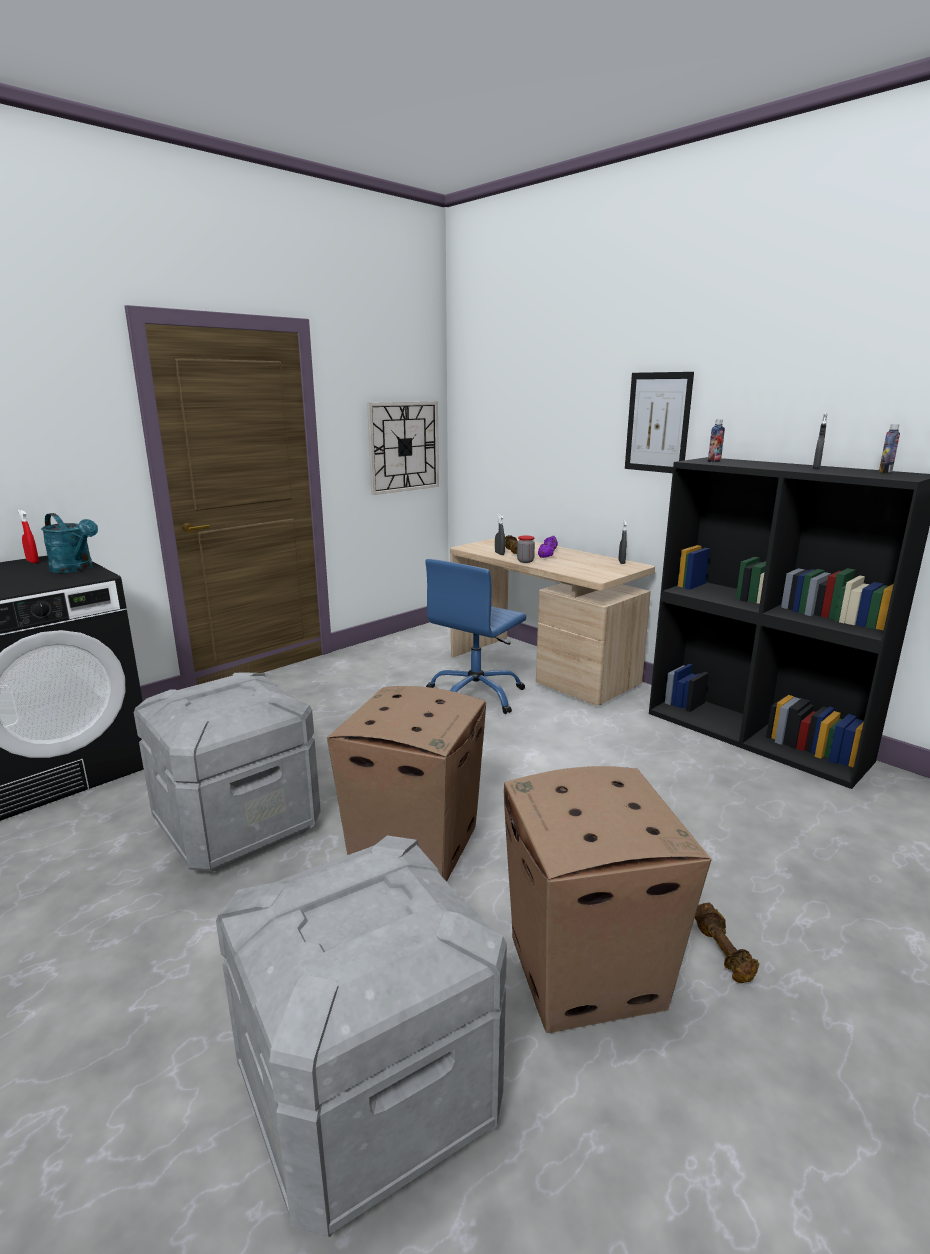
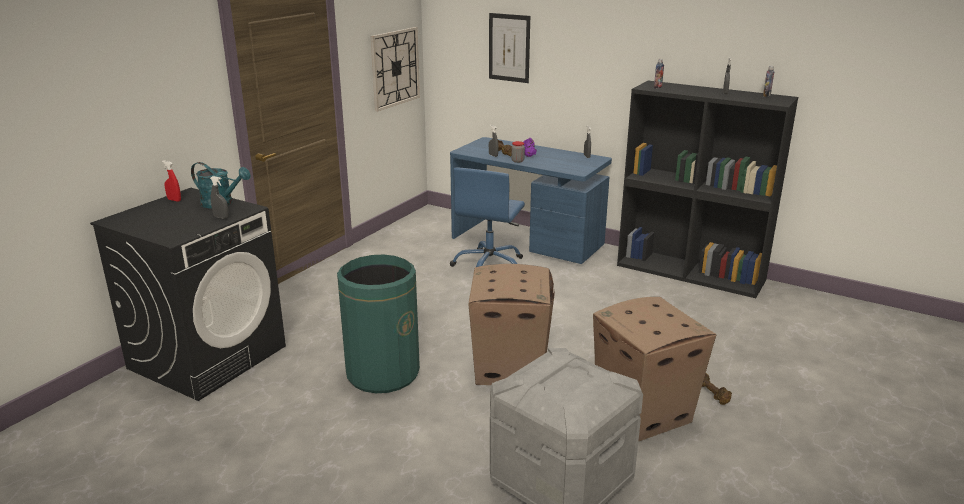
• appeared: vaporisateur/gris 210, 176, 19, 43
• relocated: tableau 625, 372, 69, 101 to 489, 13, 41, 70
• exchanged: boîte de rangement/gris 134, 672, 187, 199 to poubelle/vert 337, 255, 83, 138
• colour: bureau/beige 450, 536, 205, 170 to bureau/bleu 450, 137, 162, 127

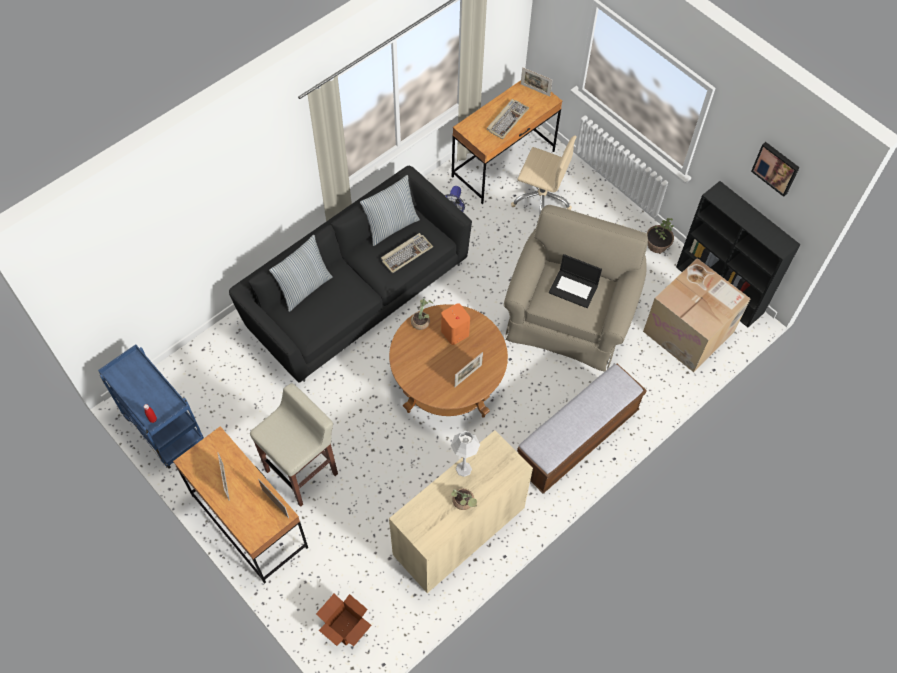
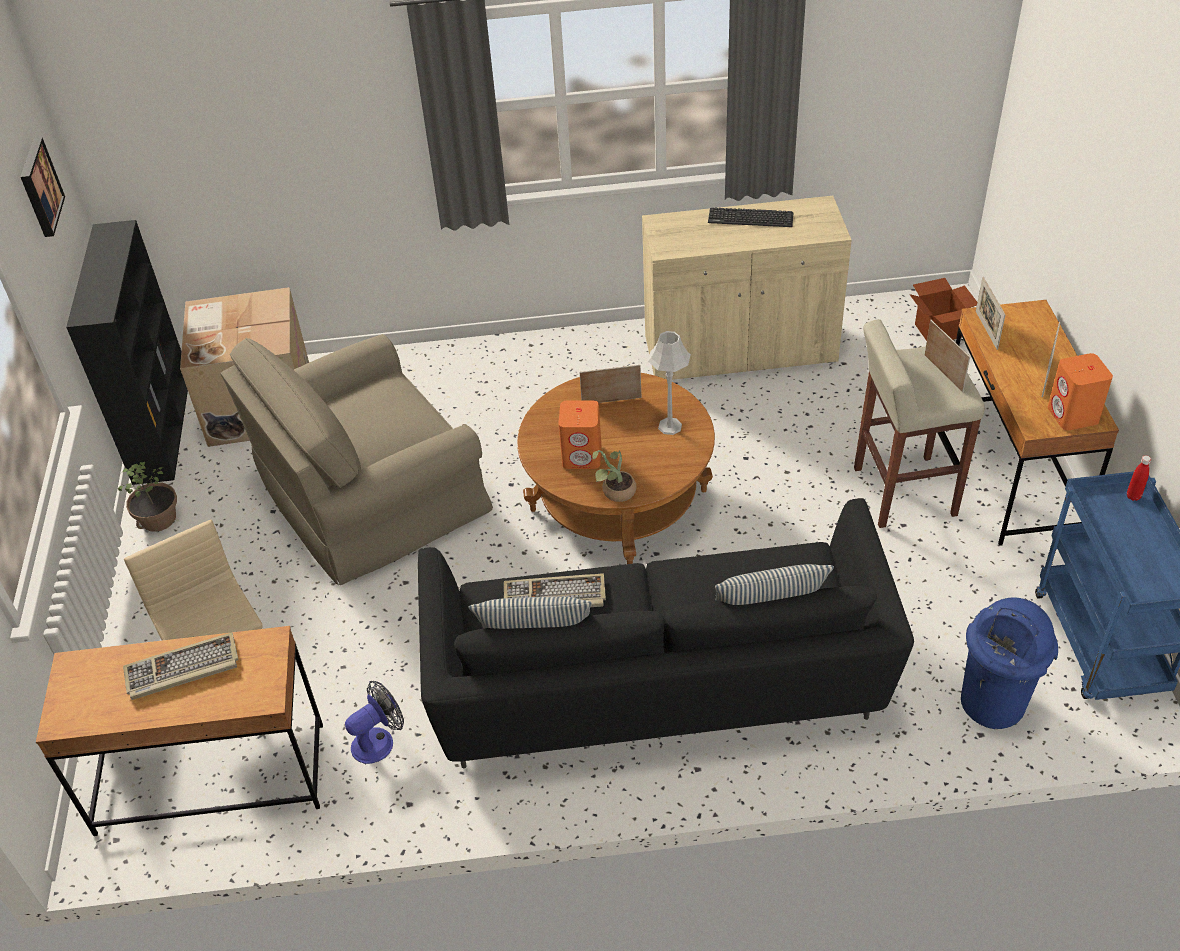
• missing: banc 517, 364, 130, 130
• missing: ordinateur portable 549, 254, 53, 54
• appeared: poubelle/bleu 961, 598, 97, 131
• appeared: enceinte/orange 1048, 353, 65, 78
• relocated: lampe de table/gris 451, 431, 29, 46 to 648, 331, 43, 104
• relocated: cadre photo 521, 67, 31, 29 to 925, 320, 45, 72
• exchanged: plante en pot 451, 488, 26, 22 to clavier 708, 208, 85, 19

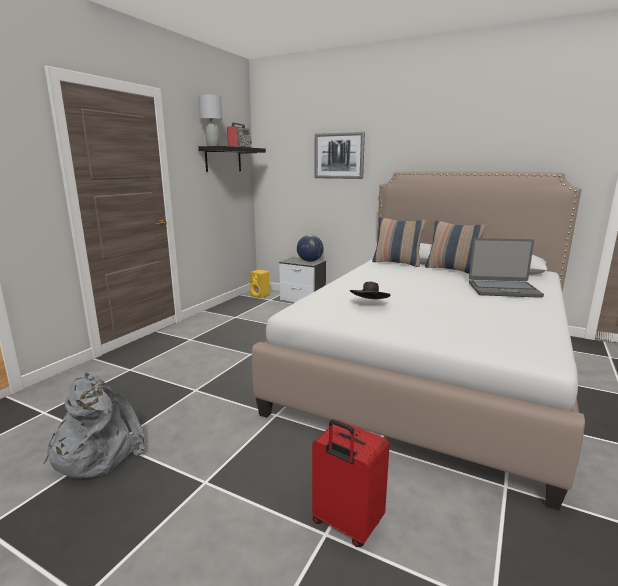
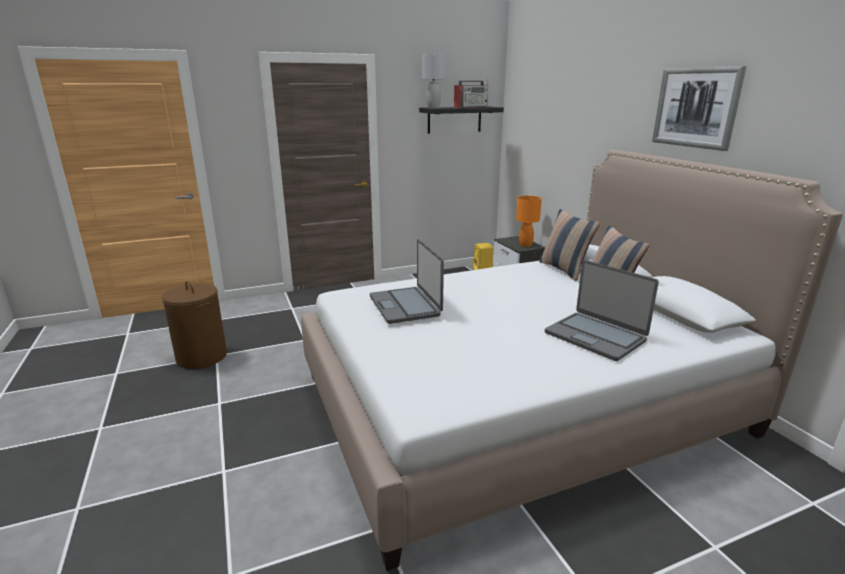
• missing: valise/rouge 312, 419, 78, 128
• relocated: tableau 314, 132, 51, 47 to 652, 66, 94, 85
• exchanged: sac à dos/gris 43, 371, 102, 108 to panier à linge/marron 162, 281, 65, 88
• exchanged: globe 297, 235, 27, 27 to lampe de table/orange 516, 196, 26, 51
• exchanged: chapeau/noir 350, 282, 40, 17 to ordinateur portable 370, 239, 74, 85

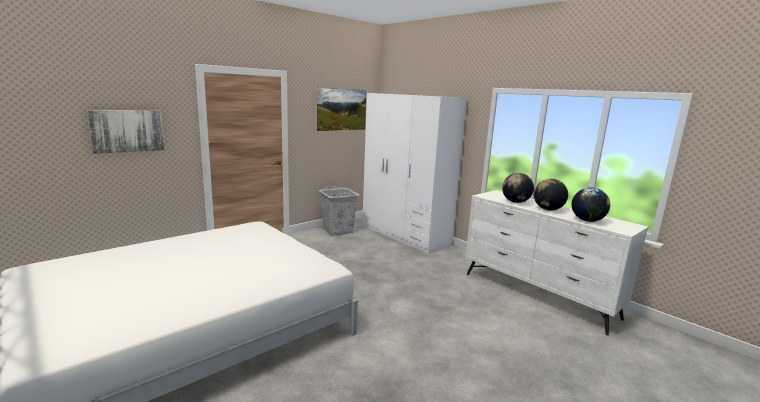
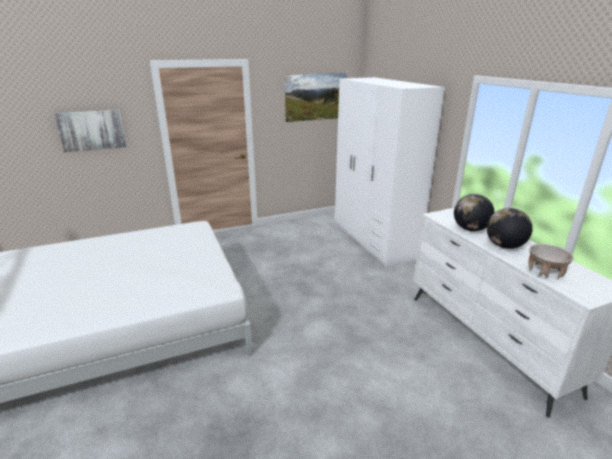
• missing: panier à linge/gris 319, 186, 40, 50
• exchanged: globe 572, 187, 38, 35 to bol/beige 528, 244, 46, 35

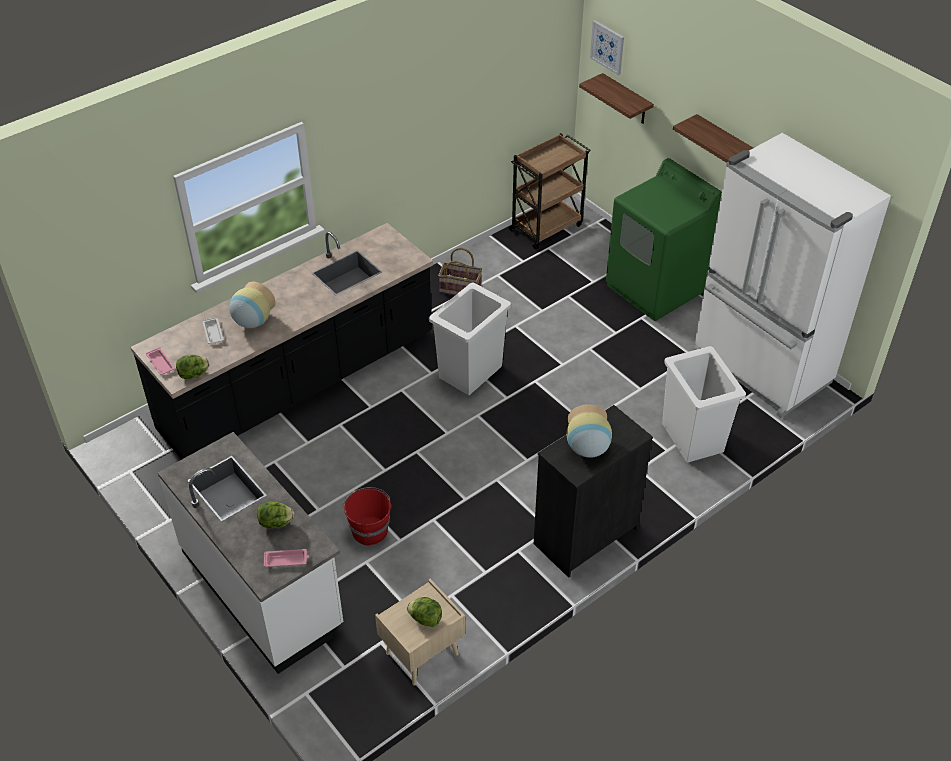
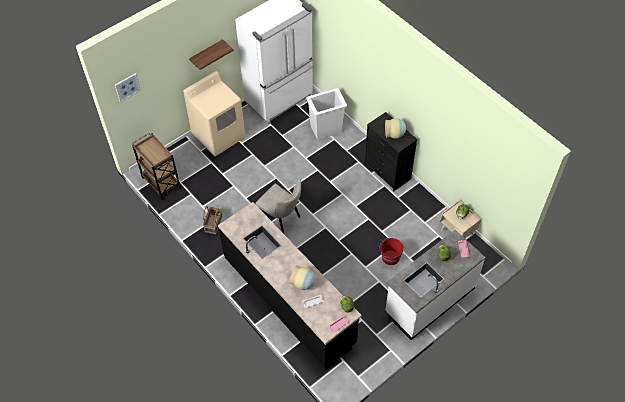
• missing: étagère 579, 73, 75, 51
• exchanged: poubelle/blanc 429, 283, 82, 112 to chaise/beige 255, 179, 46, 55
• colour: lave-linge/vert 606, 158, 116, 163 to lave-linge/beige 183, 71, 62, 85

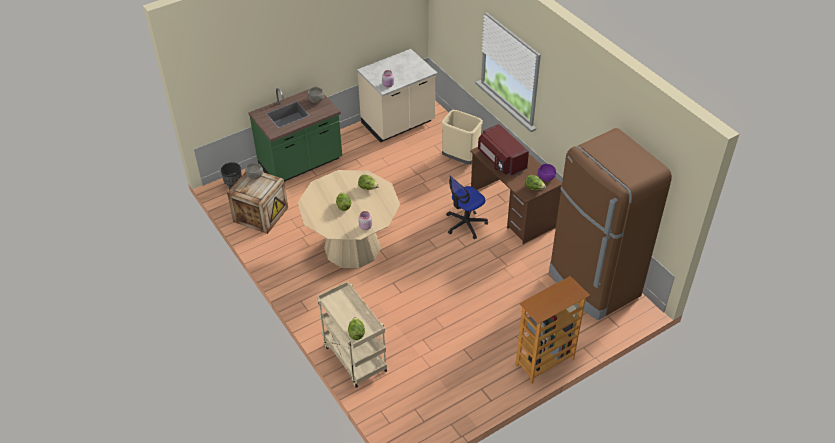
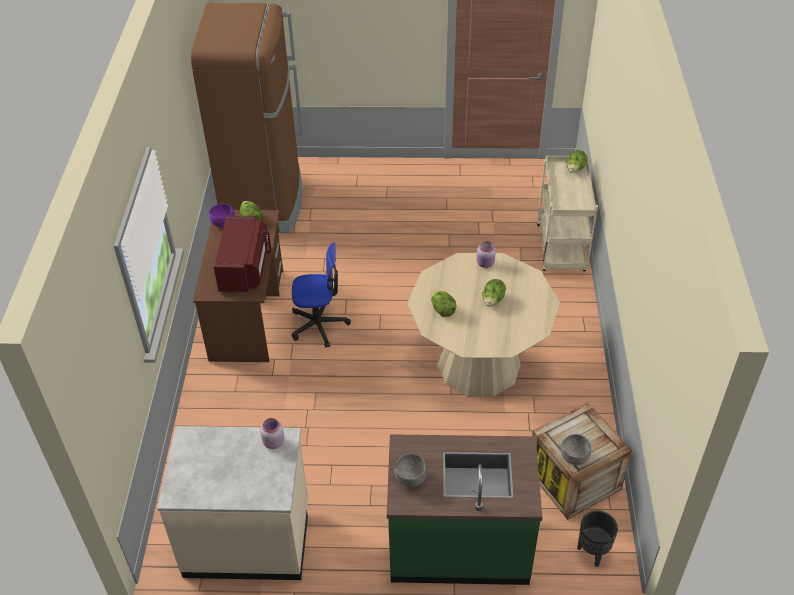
• missing: poubelle/beige 442, 110, 41, 54
• missing: bibliothèque 515, 276, 75, 108

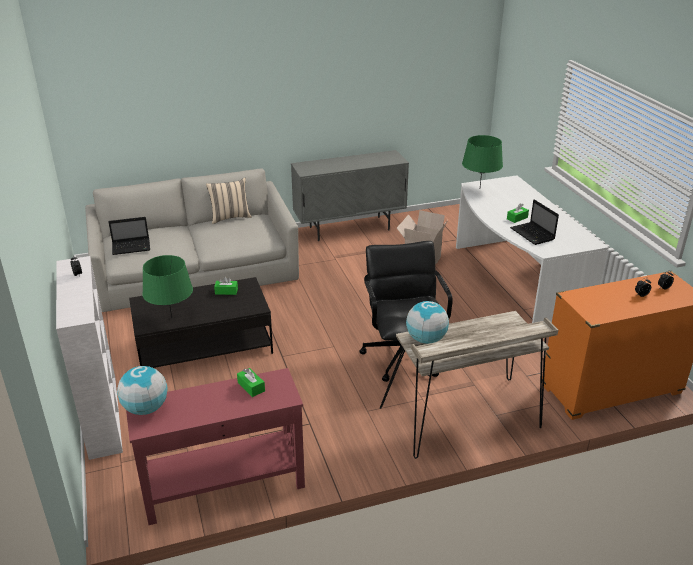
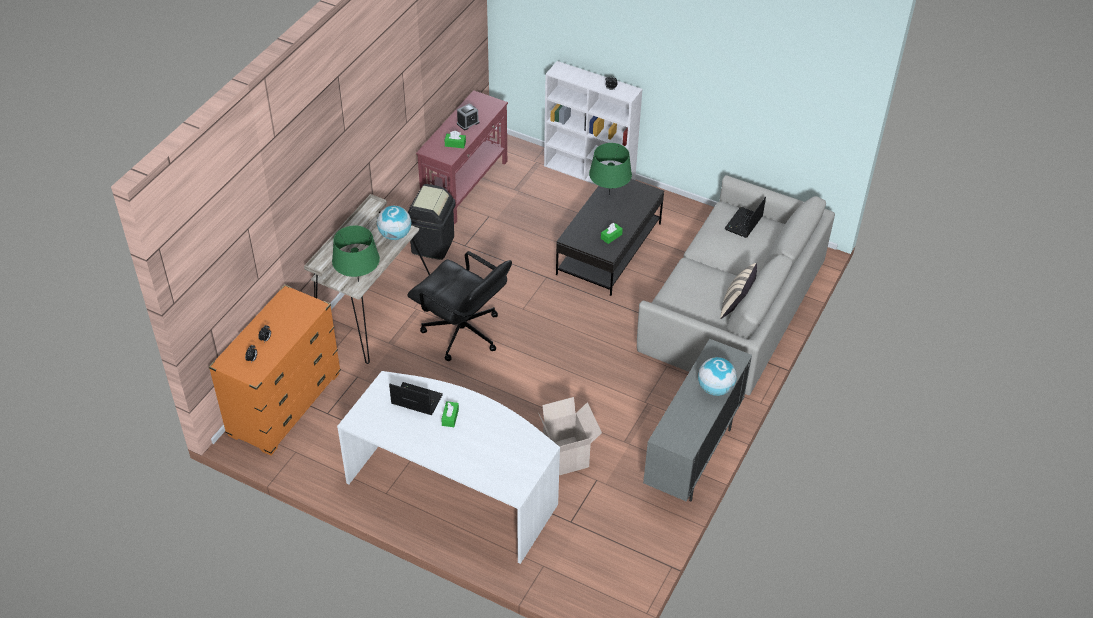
• appeared: poubelle/noir 408, 184, 47, 76
• appeared: réveil 457, 103, 22, 27
• relocated: globe 117, 366, 51, 49 to 698, 357, 39, 39
• relocated: lampe de table/vert 462, 135, 41, 52 to 332, 226, 48, 56

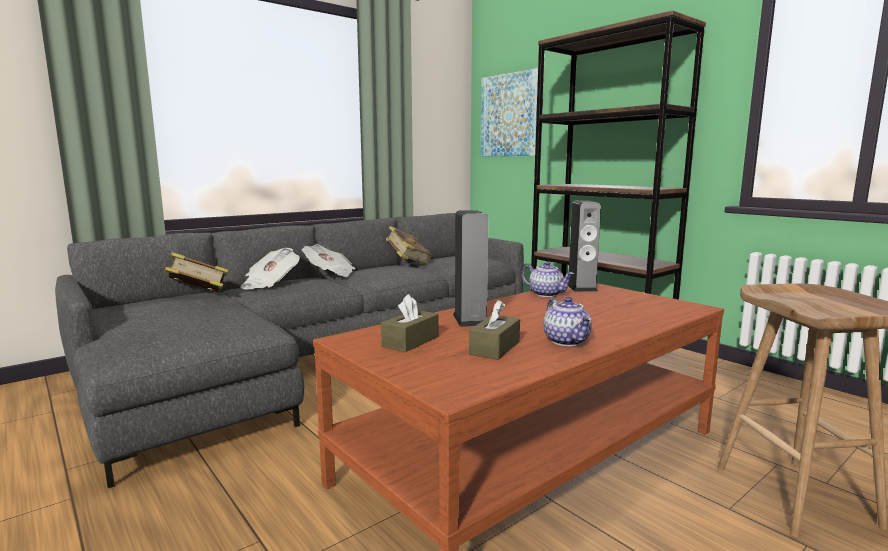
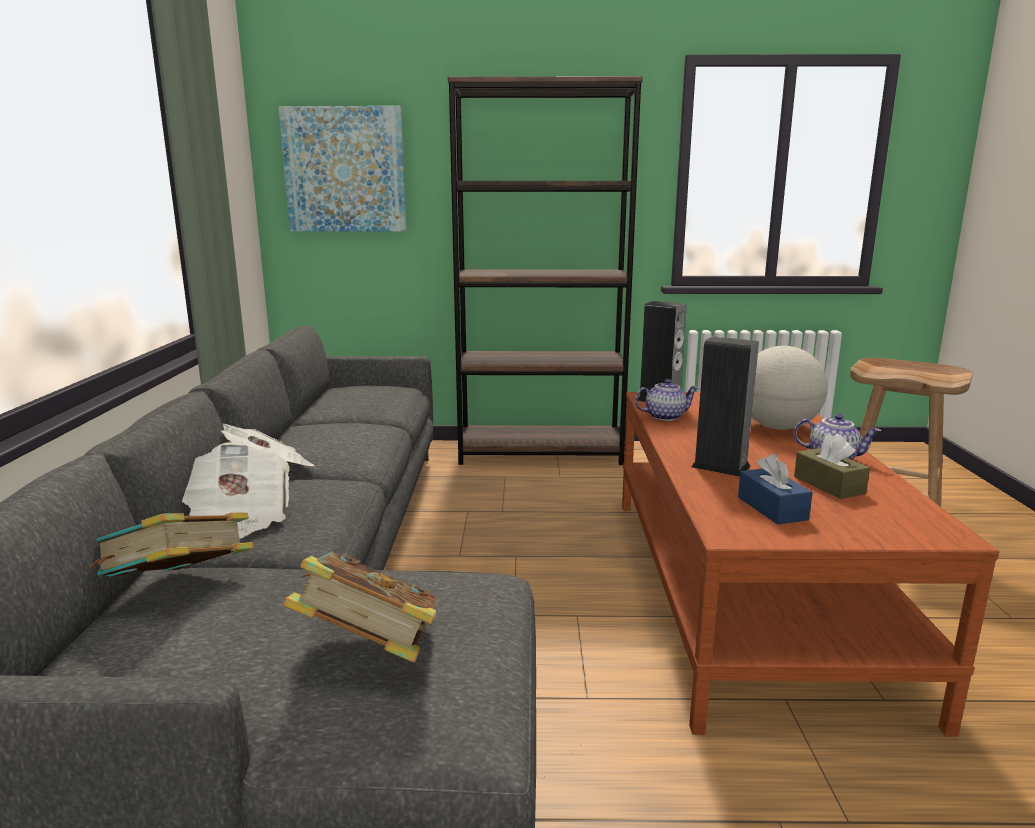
• appeared: globe 752, 346, 76, 84
• relocated: livre 386, 226, 45, 38 to 282, 552, 155, 111
• colour: boîte à mouchoirs/marron 381, 294, 58, 58 to boîte à mouchoirs/bleu 738, 454, 75, 71

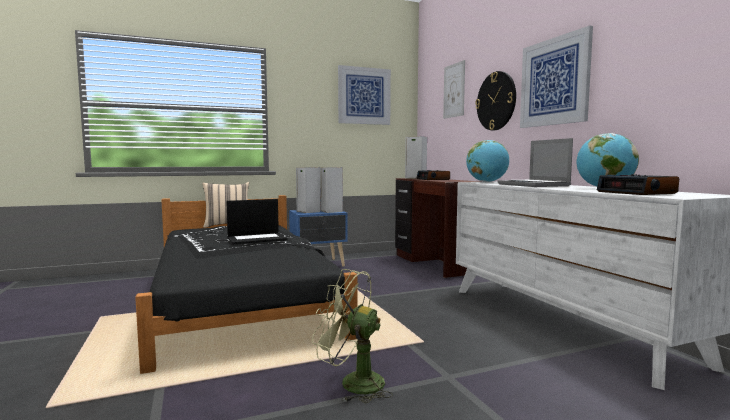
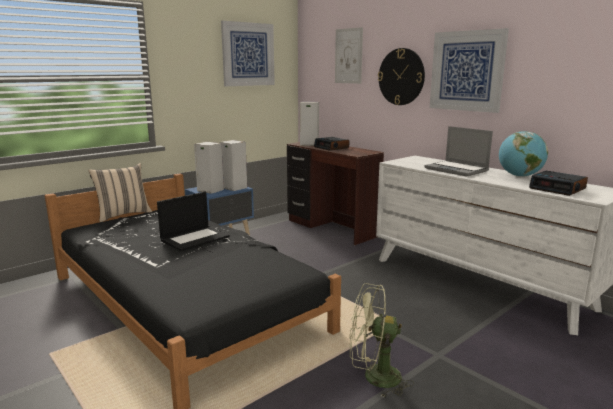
• missing: globe 466, 140, 43, 42

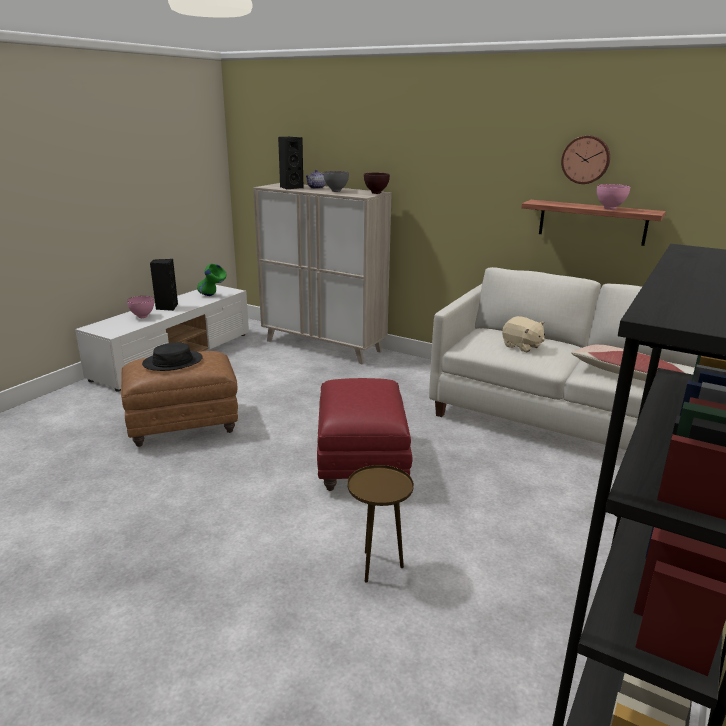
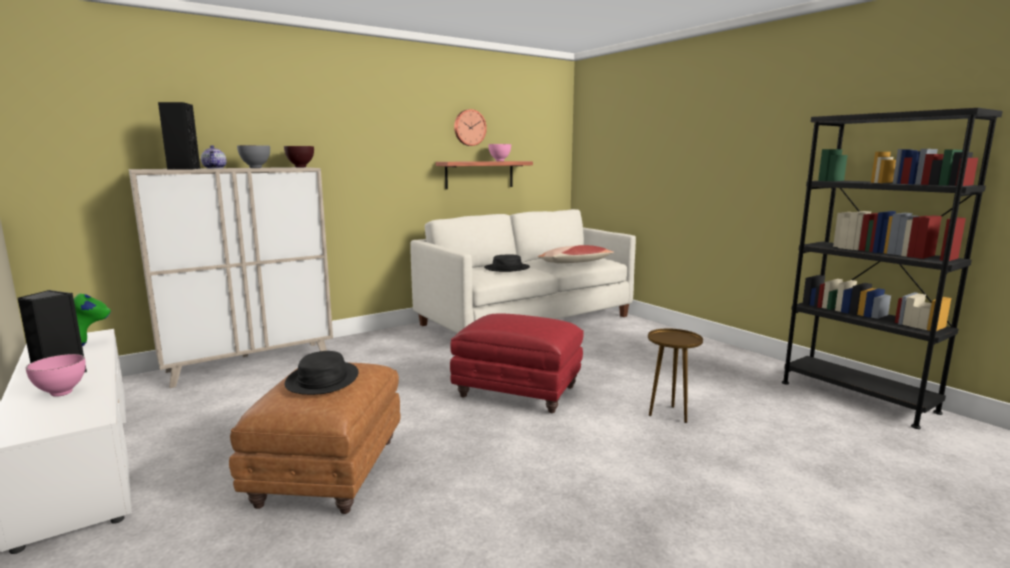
• exchanged: peluche/beige 502, 316, 43, 36 to chapeau/noir 484, 255, 46, 17

